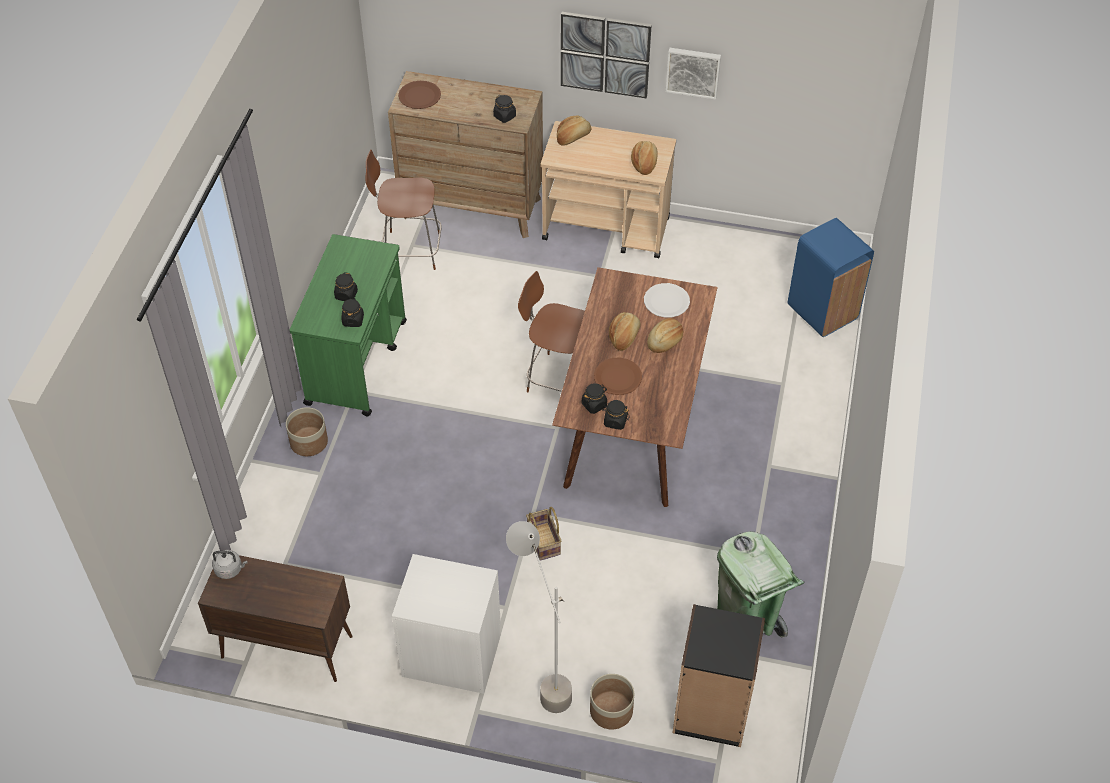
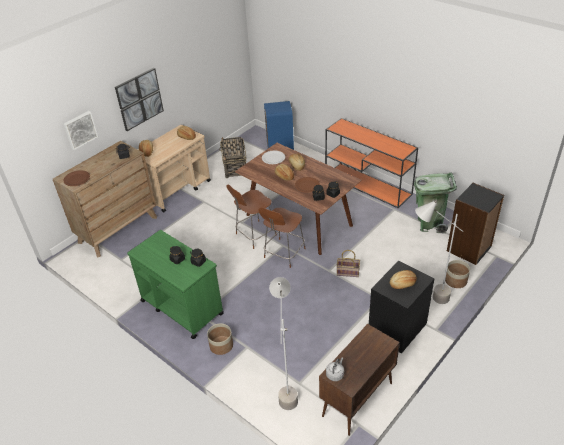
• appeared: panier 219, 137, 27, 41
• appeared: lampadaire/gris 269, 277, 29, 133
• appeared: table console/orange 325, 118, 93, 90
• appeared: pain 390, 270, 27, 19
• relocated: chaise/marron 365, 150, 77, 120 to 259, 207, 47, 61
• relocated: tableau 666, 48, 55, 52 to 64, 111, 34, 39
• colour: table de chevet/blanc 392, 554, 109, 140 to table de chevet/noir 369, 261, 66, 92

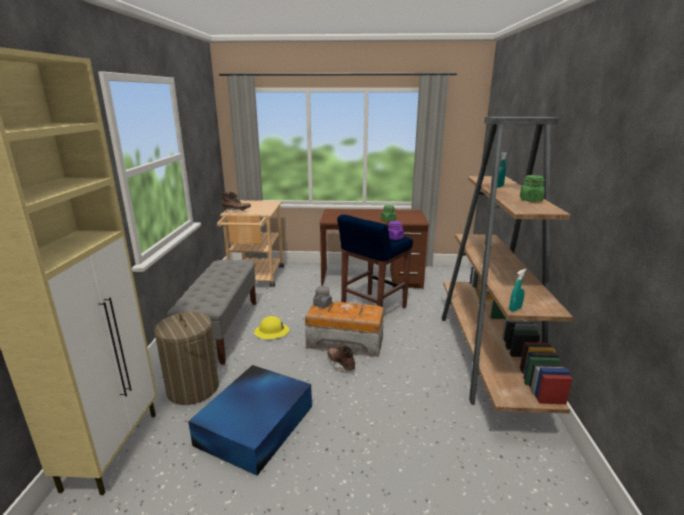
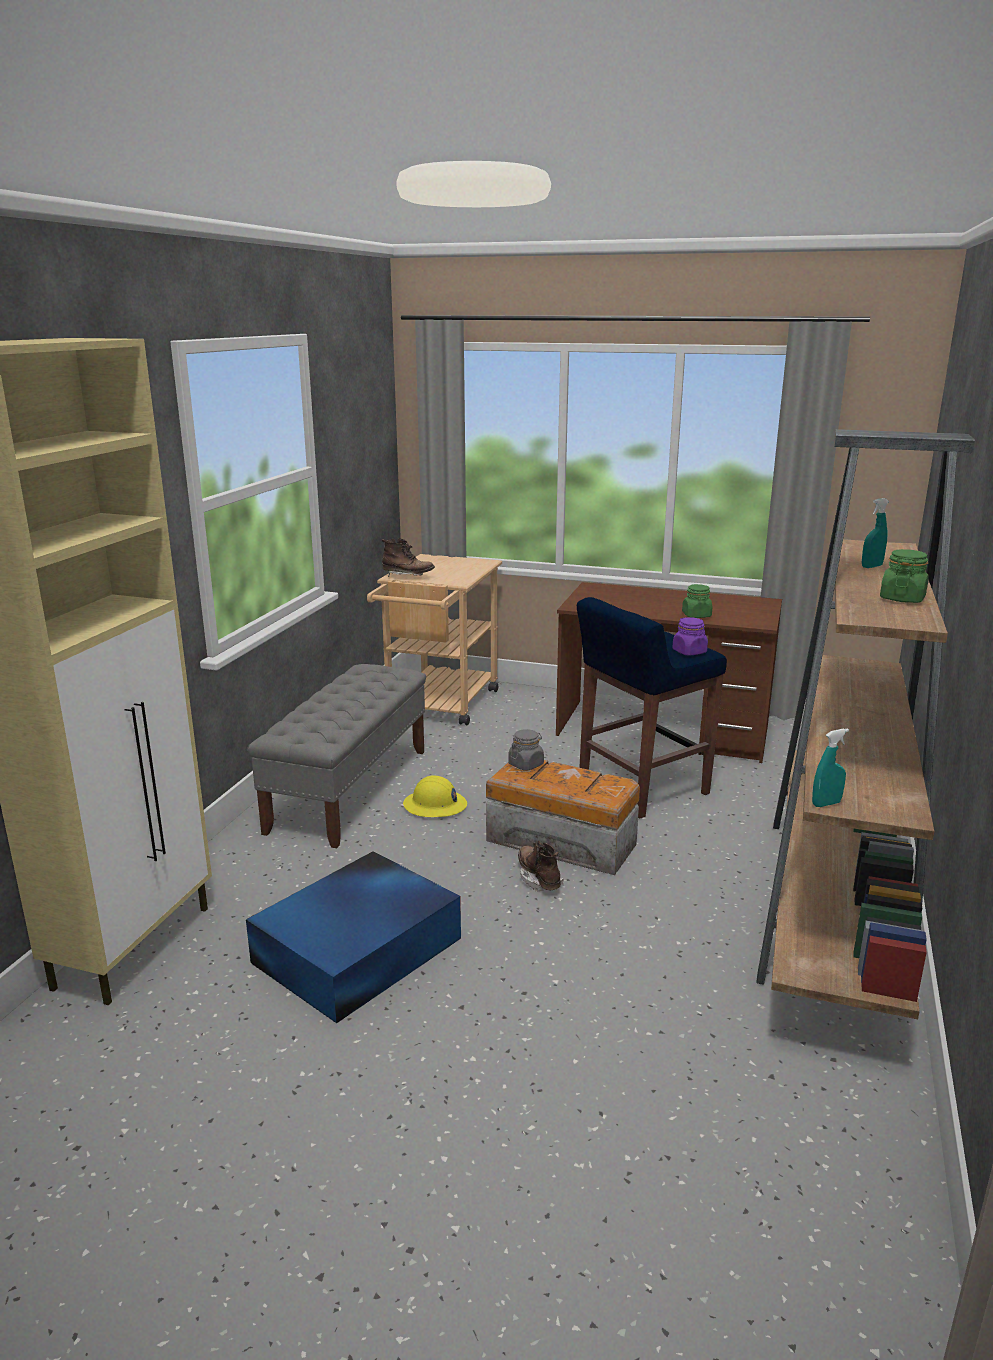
• missing: panier à linge 154, 312, 65, 93

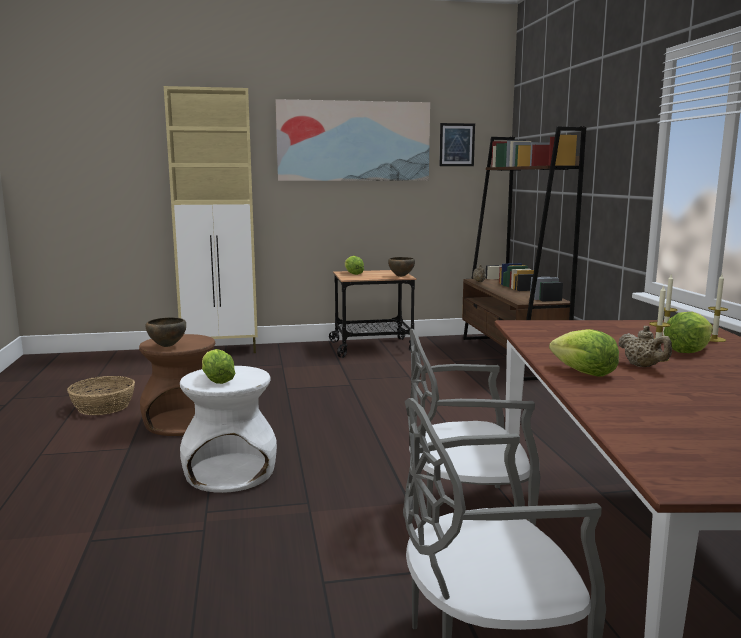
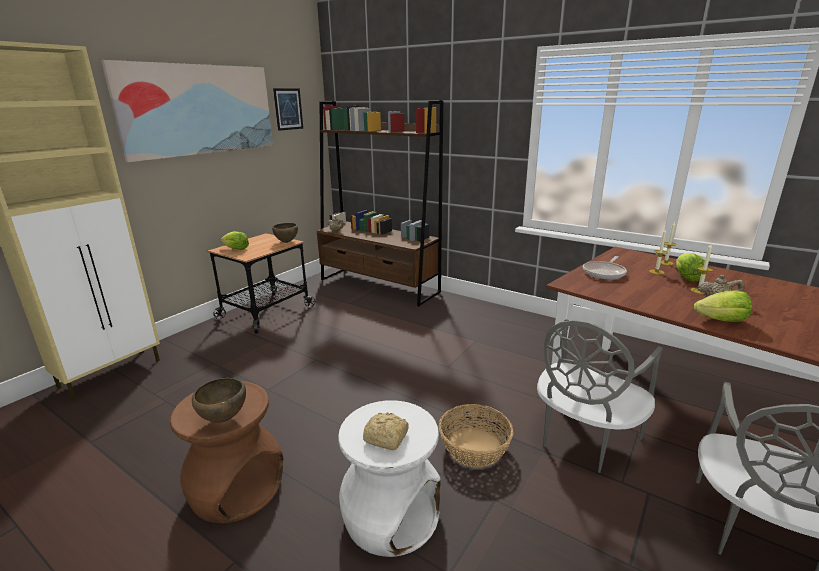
• appeared: poêle 583, 256, 44, 23
• relocated: panier 67, 376, 68, 39 to 439, 404, 74, 63
• exchanged: laitue 202, 349, 33, 35 to pain 363, 412, 46, 38

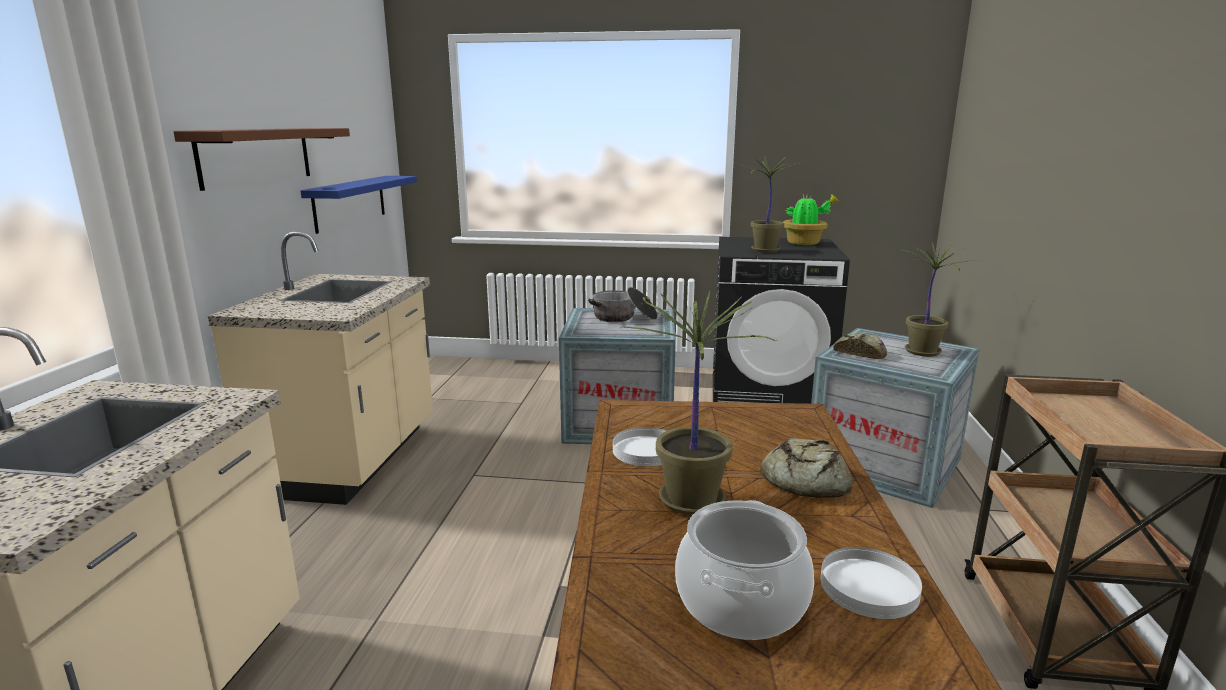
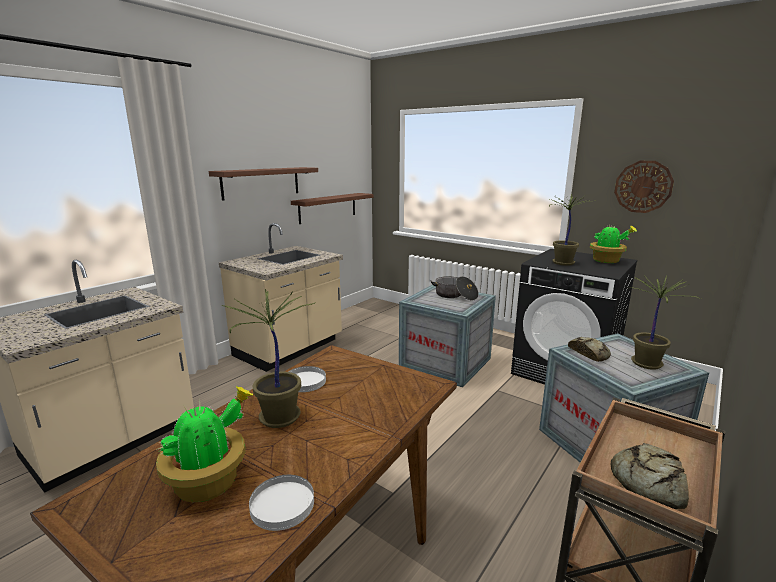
• appeared: horloge murale 614, 161, 60, 52
• relocated: pain 760, 438, 92, 60 to 611, 443, 78, 66
• exchanged: marmite 675, 500, 139, 140 to plante en pot 156, 386, 97, 116
• colour: étagère/bleu 300, 176, 117, 58 to étagère/marron 291, 193, 82, 31

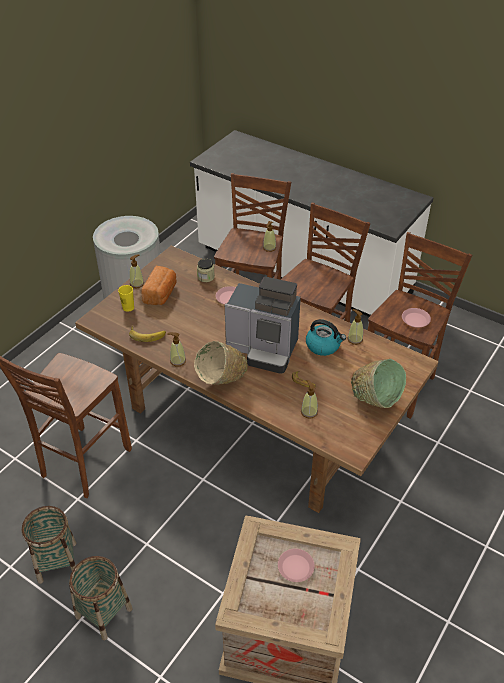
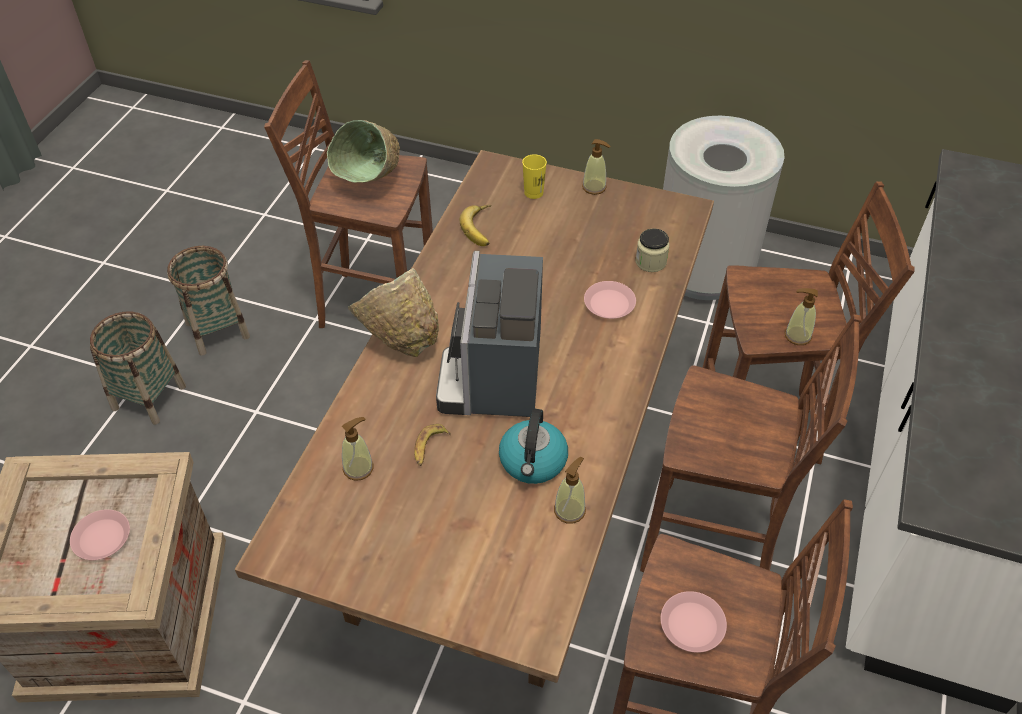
• missing: pain 141, 266, 36, 39
• missing: distributeur de savon 167, 332, 19, 35
• relocated: bol/vert 351, 359, 55, 49 to 327, 120, 73, 63

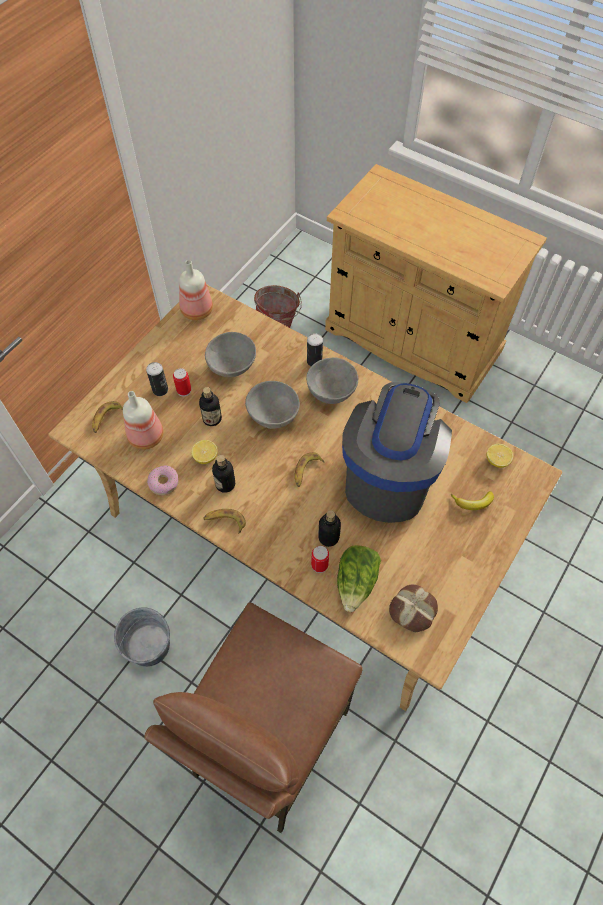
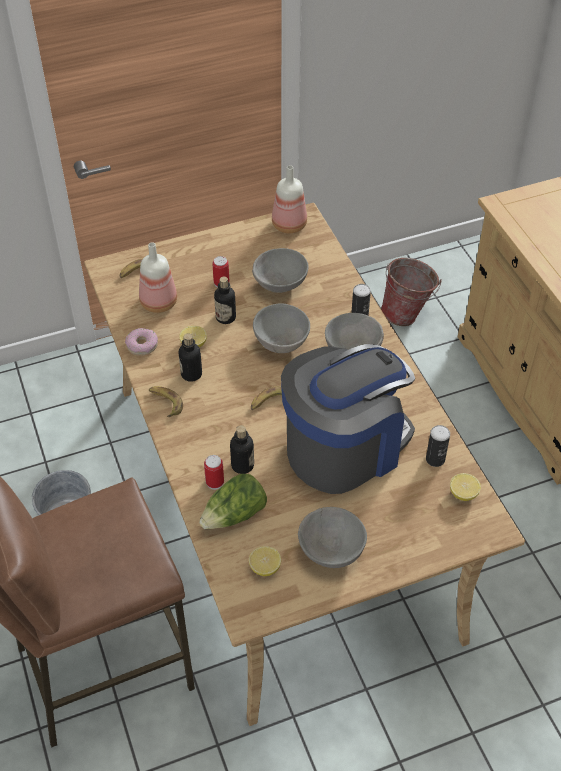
• missing: banane 451, 491, 43, 19
• appeared: bol/gris 298, 507, 69, 61
• relocated: boîte métallique 146, 362, 22, 34 to 426, 425, 24, 42
• exchanged: pain 389, 584, 49, 48 to citron 249, 546, 32, 30

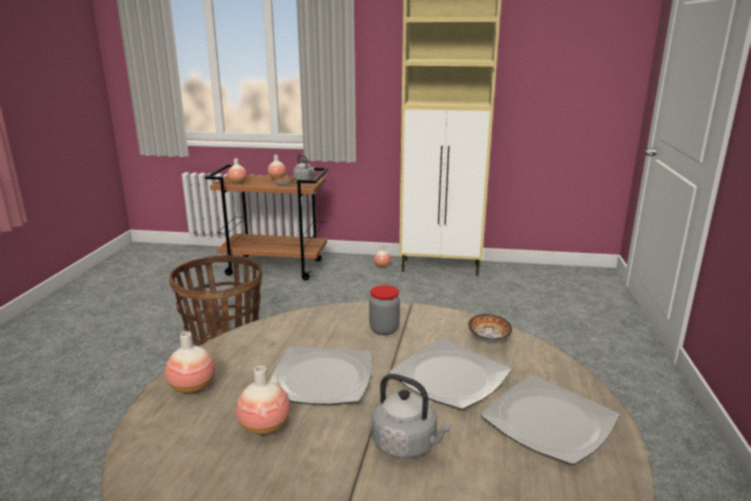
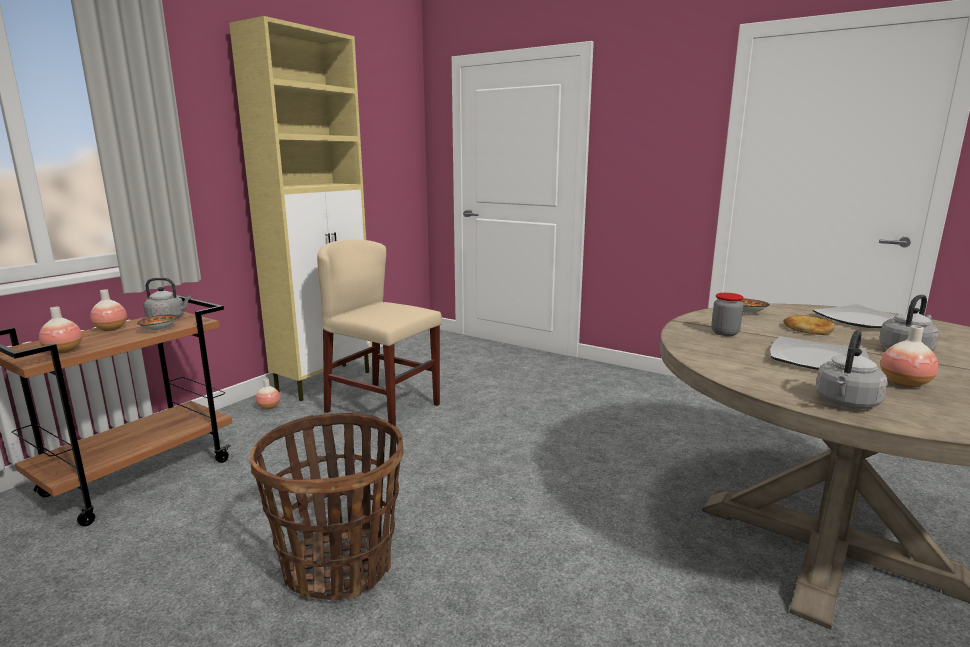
• appeared: chaise/beige 317, 239, 125, 187
• exchanged: vase 165, 331, 51, 63 to bouilloire/gris 816, 330, 72, 79
• exchanged: assiette 390, 339, 122, 70 to pain 783, 315, 52, 20

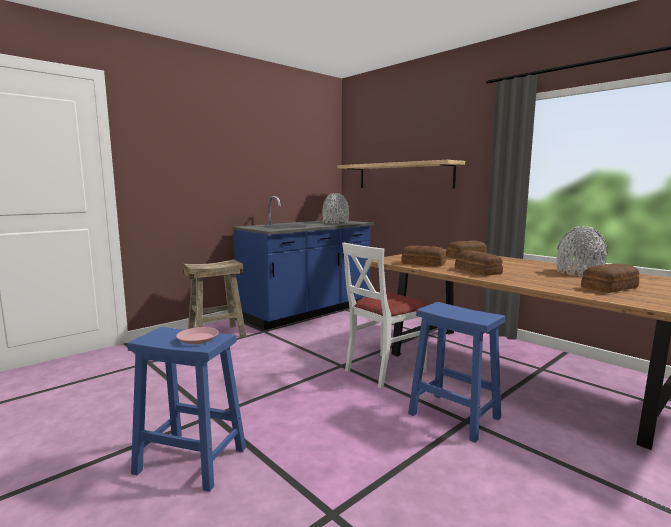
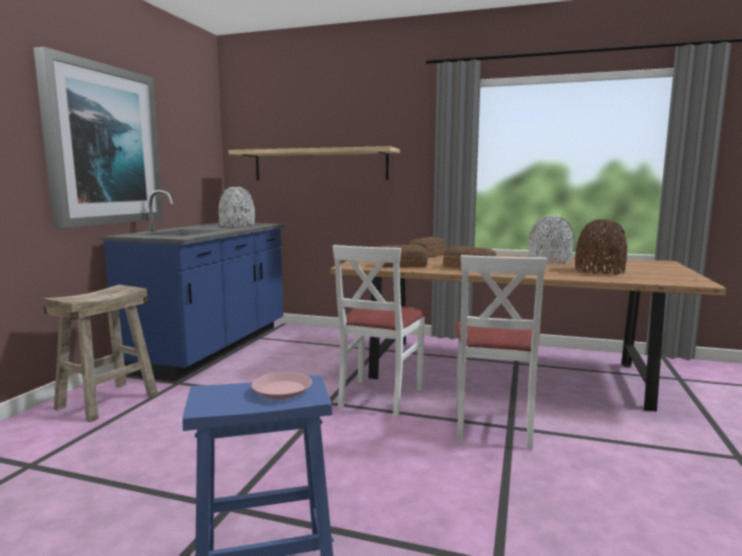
• appeared: tableau 34, 47, 129, 181
• exchanged: tabouret/bleu 408, 302, 97, 141 to chaise/blanc 456, 255, 91, 196
• exchanged: pain 581, 263, 58, 30 to vase/marron 575, 219, 52, 56

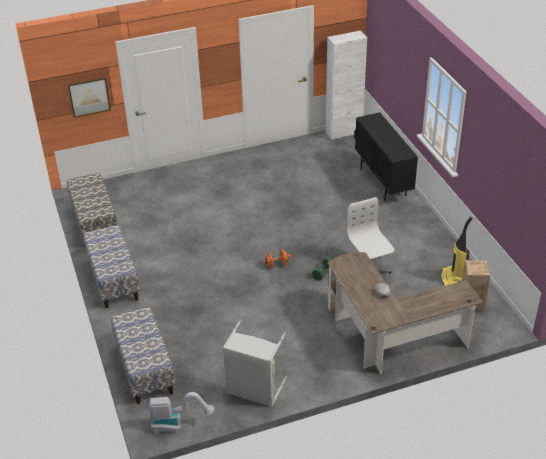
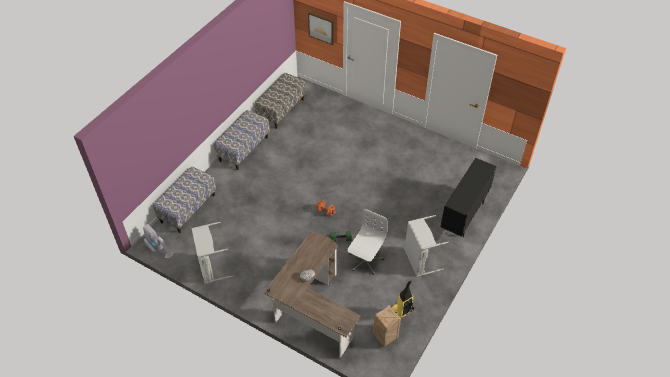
• missing: meuble de rangement/blanc 326, 30, 41, 110
• appeared: panier à linge/gris 404, 215, 45, 62

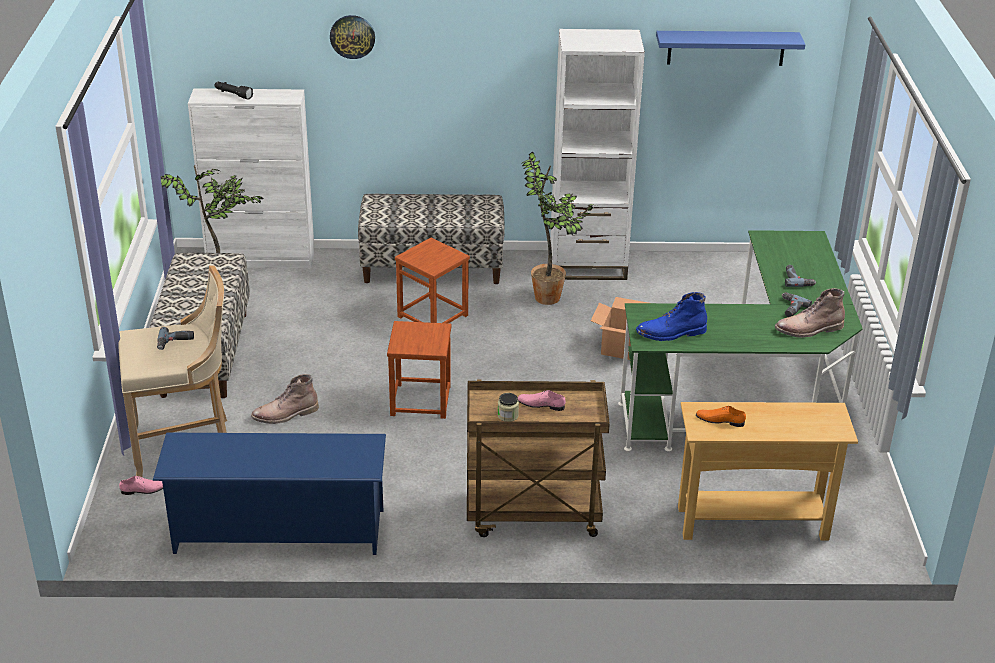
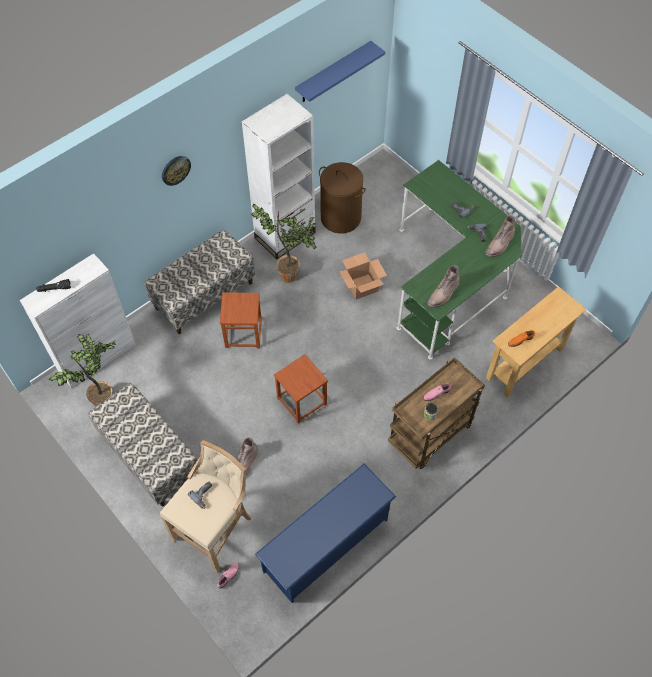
• appeared: panier à linge/marron 319, 162, 47, 72
• relocated: horloge murale 330, 15, 45, 44 to 162, 156, 29, 30
• colour: botte/bleu 636, 292, 71, 49 to botte/marron 427, 265, 33, 43

